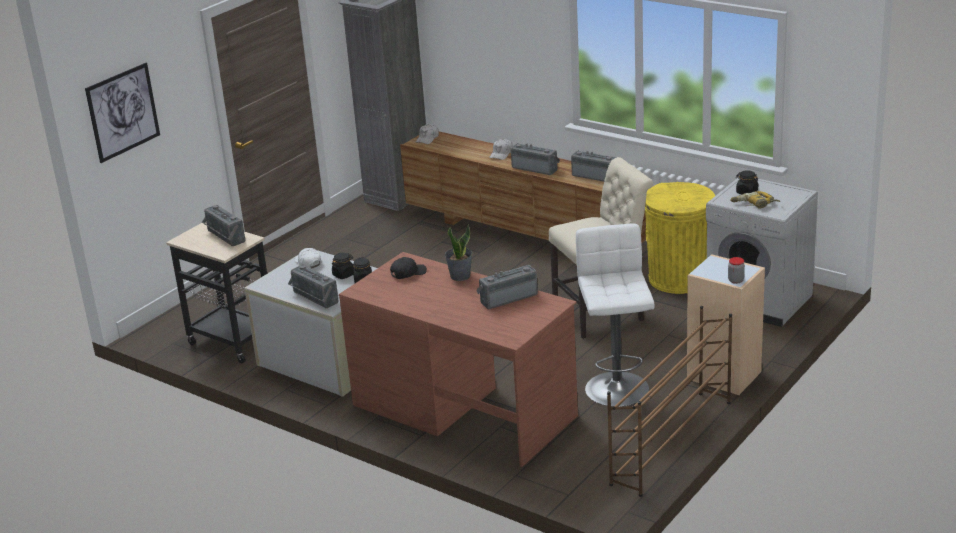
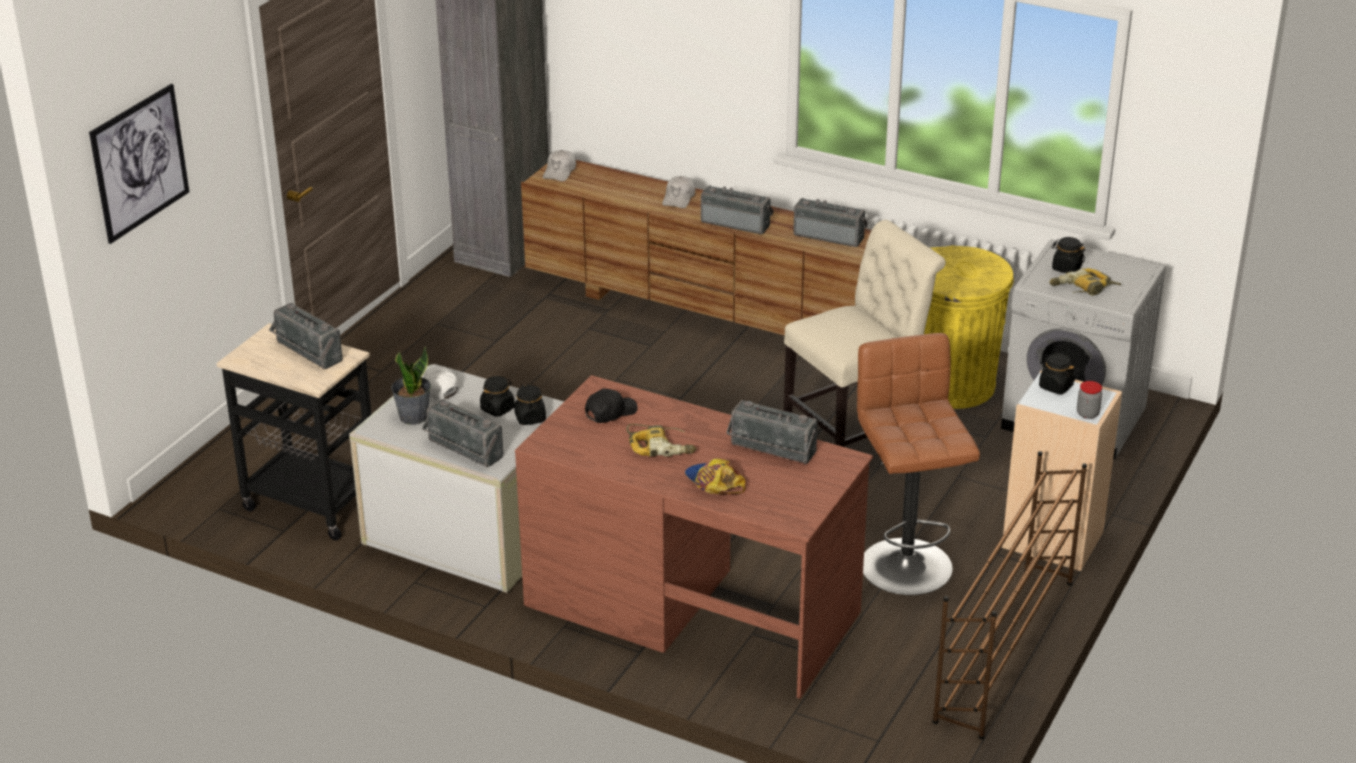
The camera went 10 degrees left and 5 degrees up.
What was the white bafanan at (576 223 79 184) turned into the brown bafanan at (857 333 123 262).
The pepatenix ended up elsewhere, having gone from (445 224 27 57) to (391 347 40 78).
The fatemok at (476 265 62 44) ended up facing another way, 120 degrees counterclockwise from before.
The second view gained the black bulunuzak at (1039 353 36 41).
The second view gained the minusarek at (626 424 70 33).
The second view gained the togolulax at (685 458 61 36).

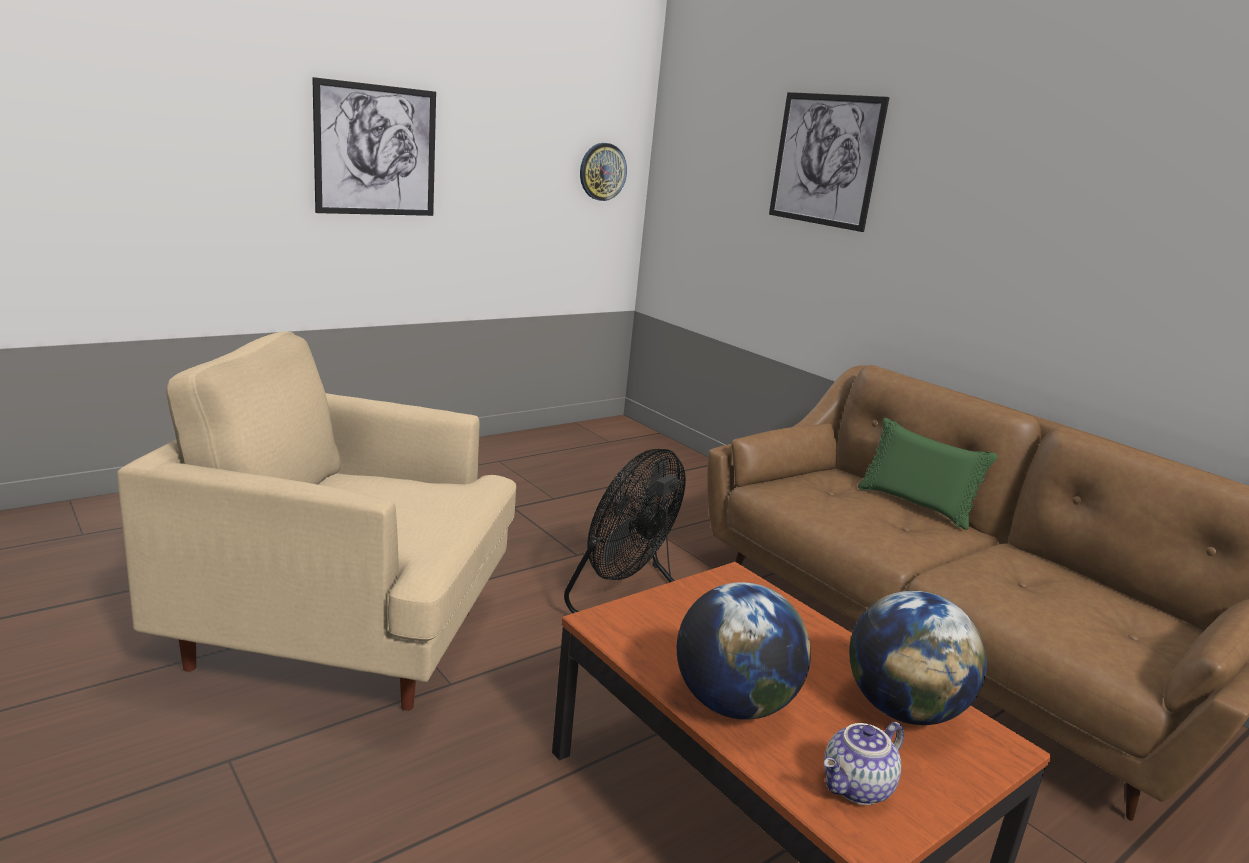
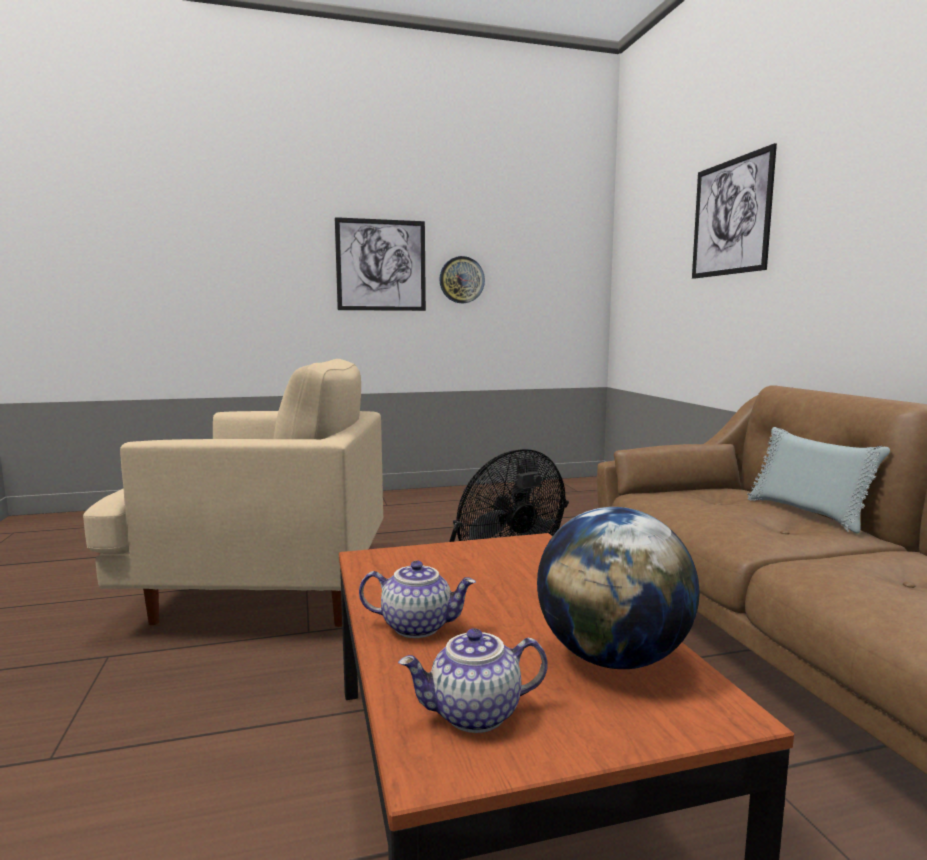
The camera went 25 degrees right and 10 degrees down.
The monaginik ended up elsewhere, having gone from (580 143 47 58) to (439 256 46 47).
The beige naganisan at (117 331 399 380) ended up facing another way, 150 degrees clockwise from before.
What was the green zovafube at (858 418 140 112) turned into the blue zovafube at (747 427 143 106).
Where the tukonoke stood at (677 582 134 138), the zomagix came to stand at (359 560 117 78).

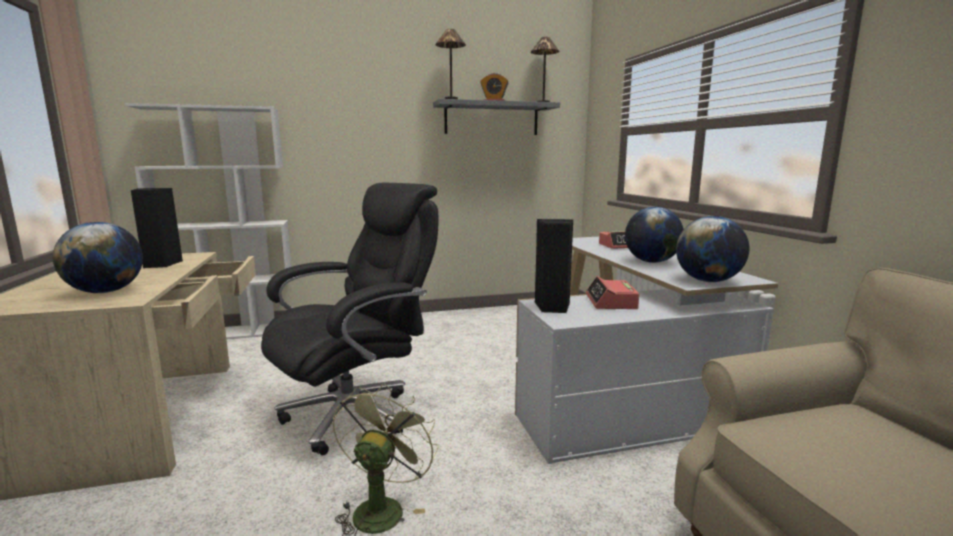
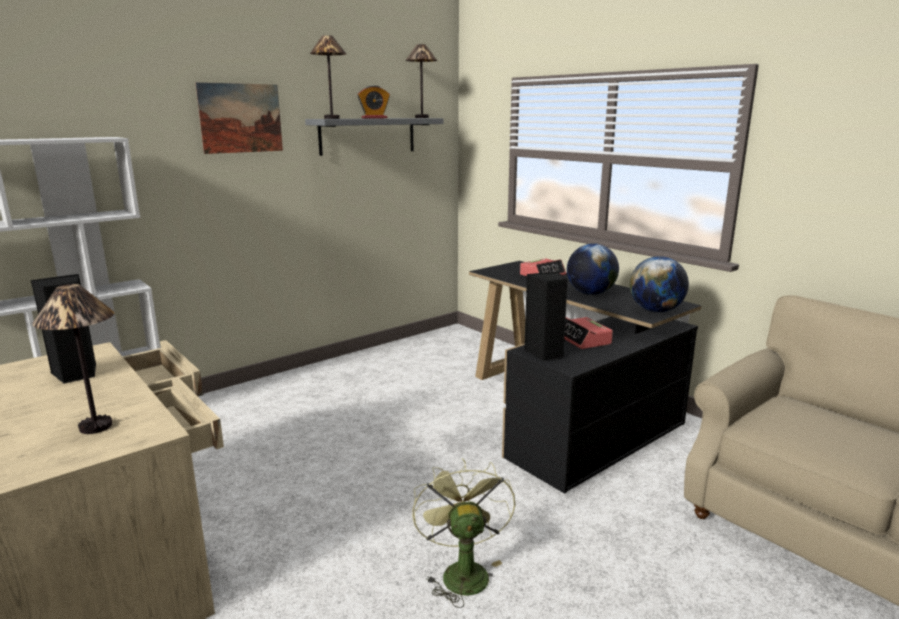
The camera went 25 degrees left and 5 degrees up.
The second view lost the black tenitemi at (261 183 177 272).
Where the tukonoke stood at (53 222 90 71), the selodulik came to stand at (32 284 82 150).
What was the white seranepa at (515 237 263 227) turned into the black seranepa at (469 261 232 233).
The second view gained the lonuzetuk at (195 82 88 72).

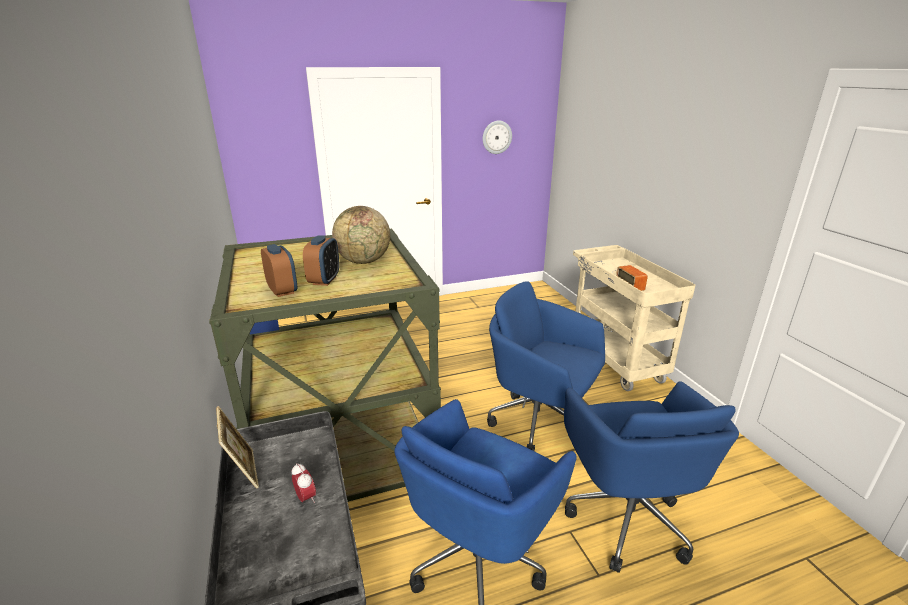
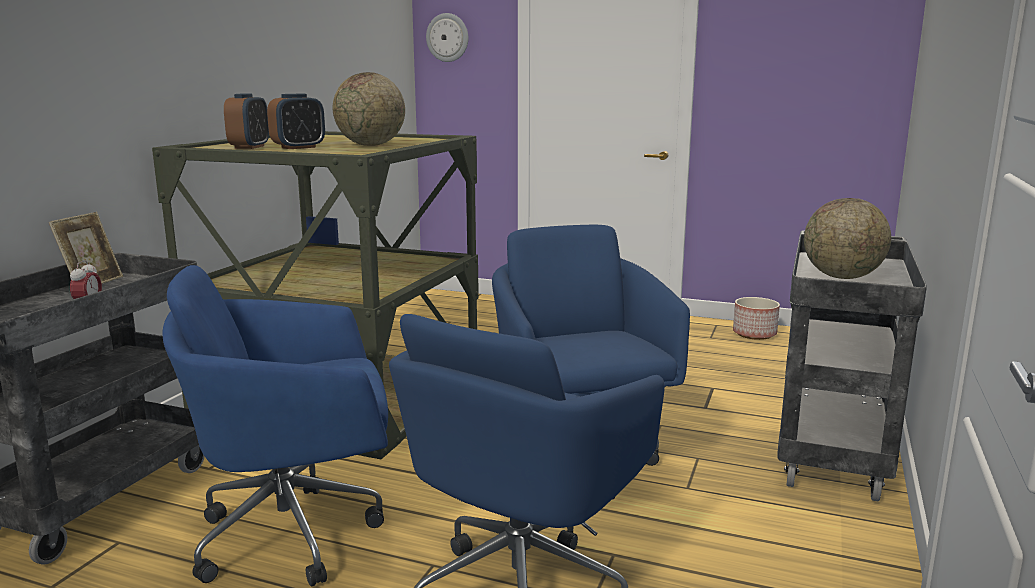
The camera went 40 degrees right and 10 degrees down.
The monaginik ended up elsewhere, having gone from (483 120 29 34) to (426 13 42 49).
What was the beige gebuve at (573 245 123 146) turned into the black gebuve at (777 230 150 271).
Where the fatemok stood at (612 265 36 26), the tukonoke came to stand at (804 198 87 81).
The second view gained the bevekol at (733 297 47 43).

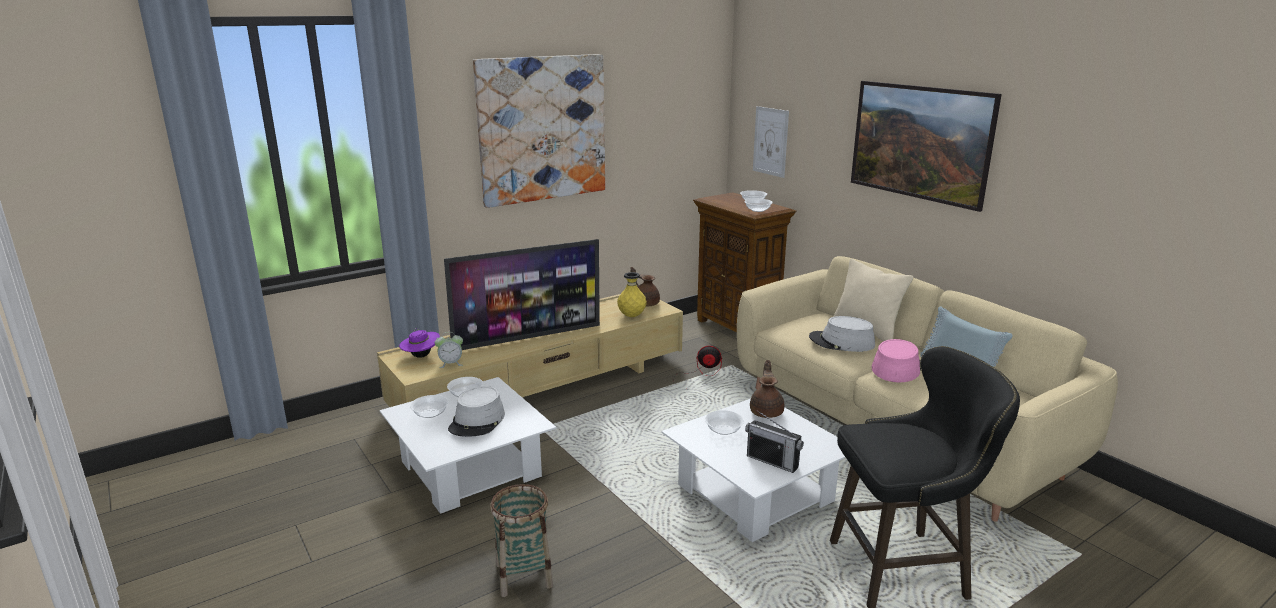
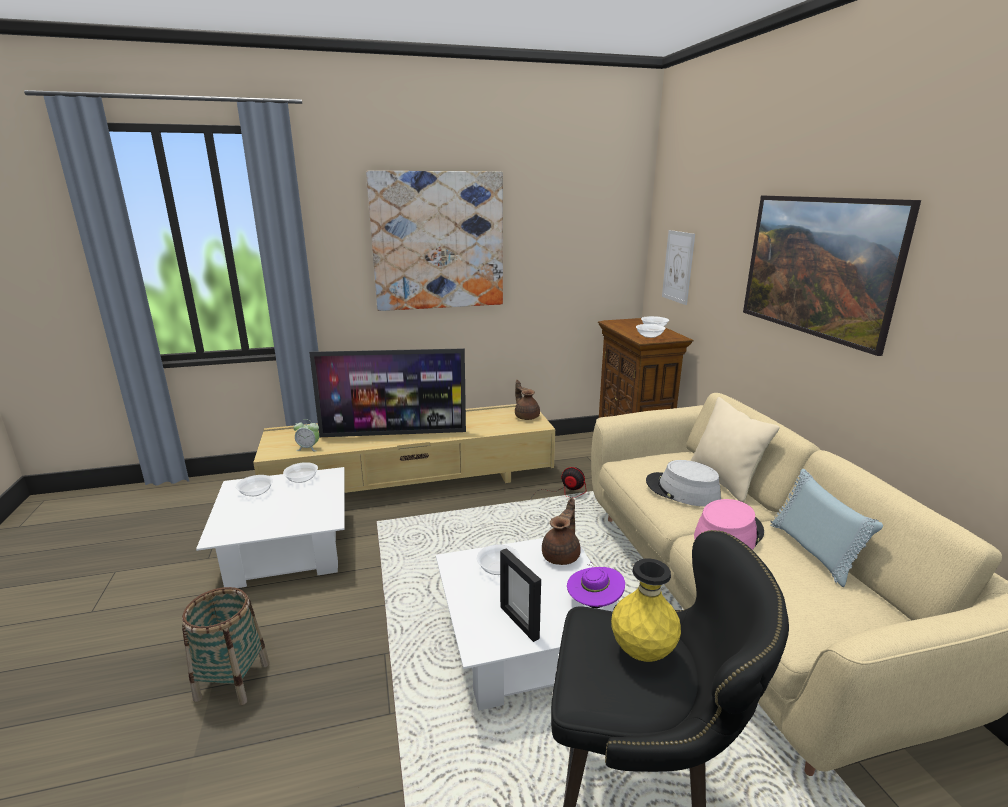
The camera went 20 degrees right and 0 degrees up.
The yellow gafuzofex ended up elsewhere, having gone from (617 272 30 45) to (611 558 70 104).
The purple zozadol ended up elsewhere, having gone from (399 328 41 30) to (567 561 58 47).
The second view lost the grey zozadol at (448 386 57 51).
Where the fatemok stood at (745 410 59 63), the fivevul came to stand at (500 548 41 94).

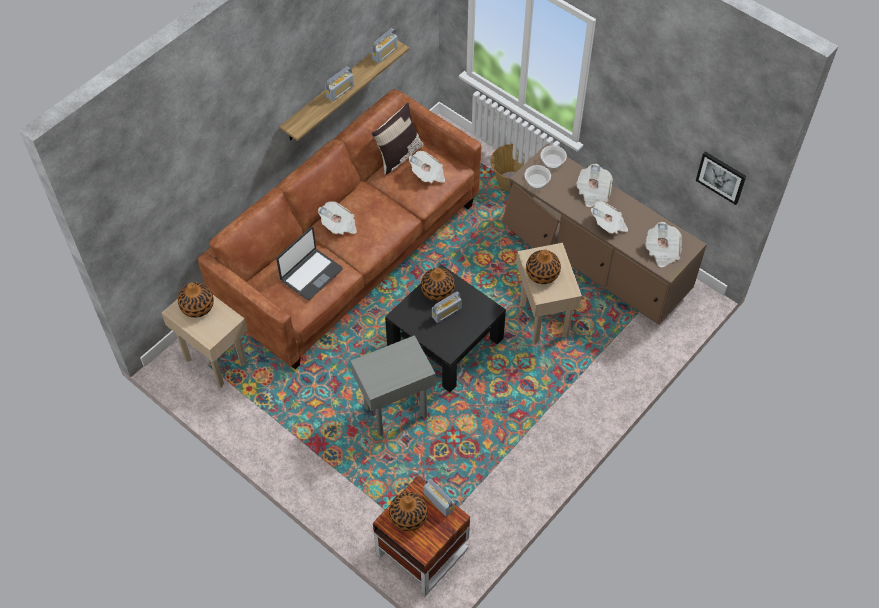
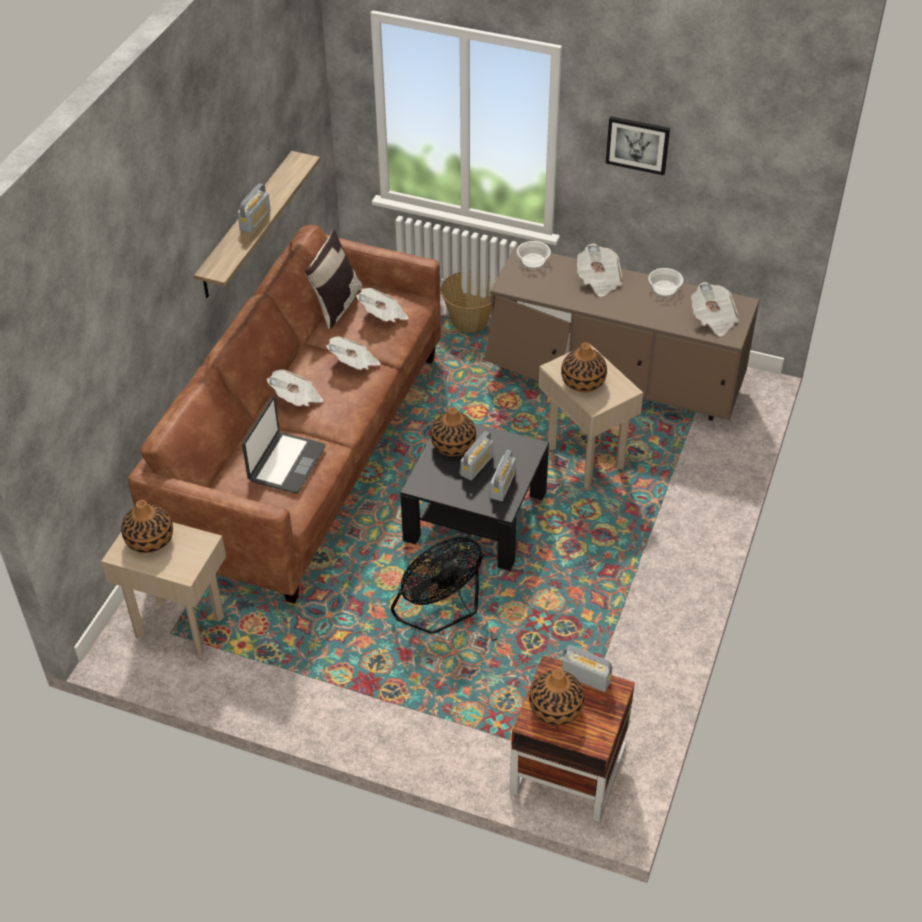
The camera went 20 degrees left and 10 degrees down.
The fatemok ended up elsewhere, having gone from (371 28 27 35) to (490 450 26 51).
The lonuzetuk ended up elsewhere, having gone from (696 152 50 53) to (606 116 64 59).
The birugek ended up elsewhere, having gone from (524 165 27 24) to (648 268 35 29).
The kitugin ended up elsewhere, having gone from (591 201 37 33) to (326 336 55 34).
Where the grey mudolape stood at (351 335 85 101), the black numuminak came to stand at (391 537 106 105).

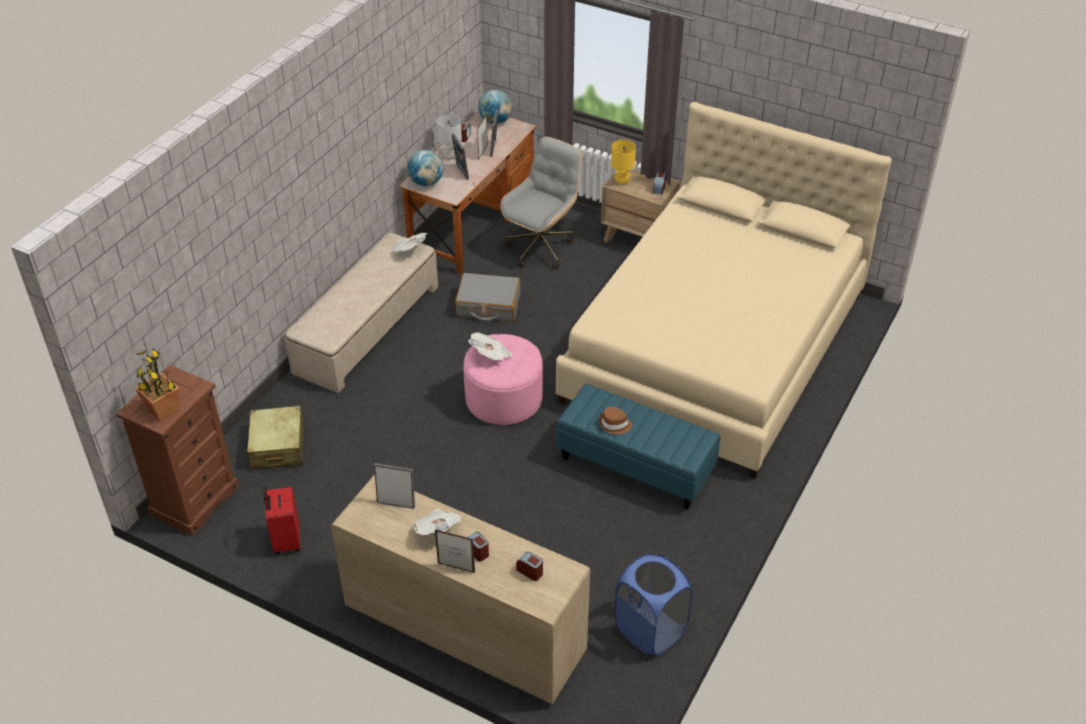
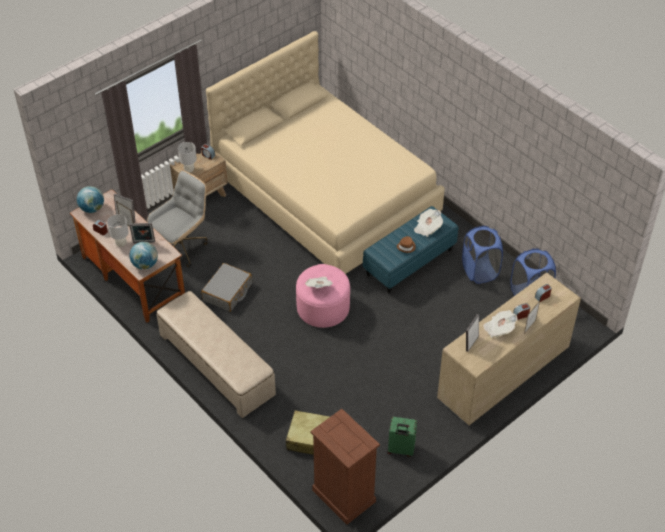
The camera went 70 degrees left and 5 degrees up.
The grey tenitemi at (501 137 80 133) ended up facing another way, 75 degrees clockwise from before.
What was the yellow selodulik at (611 140 25 44) turned into the grey selodulik at (178 142 19 31).
The kitugin ended up elsewhere, having gone from (391 233 36 19) to (414 209 29 28).
The second view lost the pepatenix at (135 349 44 72).
What was the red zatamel at (263 486 37 68) turned into the green zatamel at (388 417 29 40).
The second view gained the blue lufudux at (462 226 41 58).

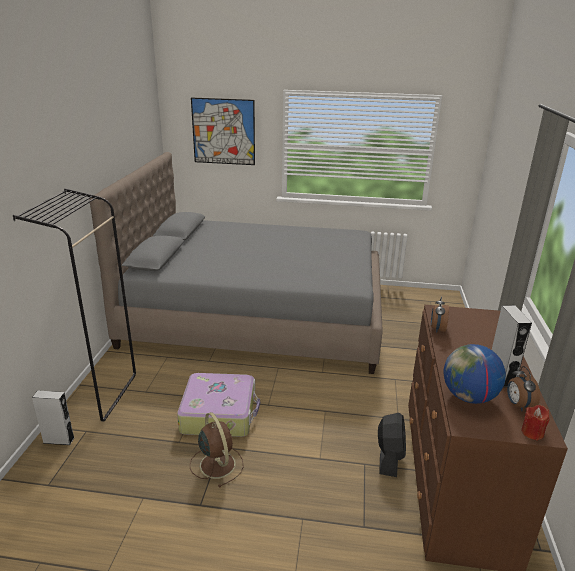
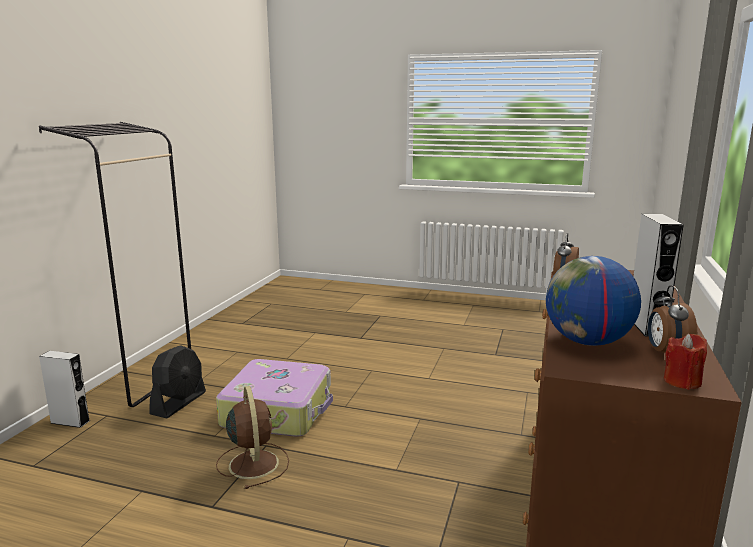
The camera went 10 degrees right and 10 degrees down.
The second view lost the lonuzetuk at (191 97 64 68).
The second view lost the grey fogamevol at (89 152 294 222).
The black numuminak ended up elsewhere, having gone from (378 413 28 64) to (150 345 56 74).

